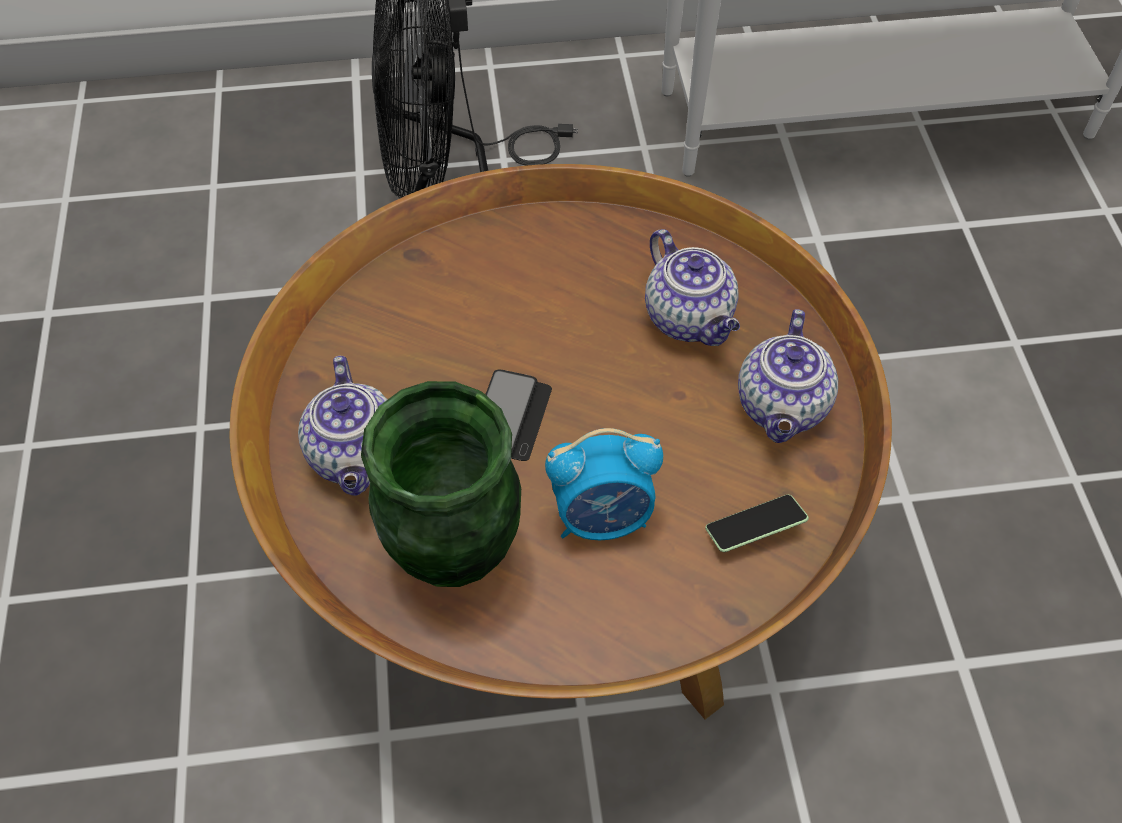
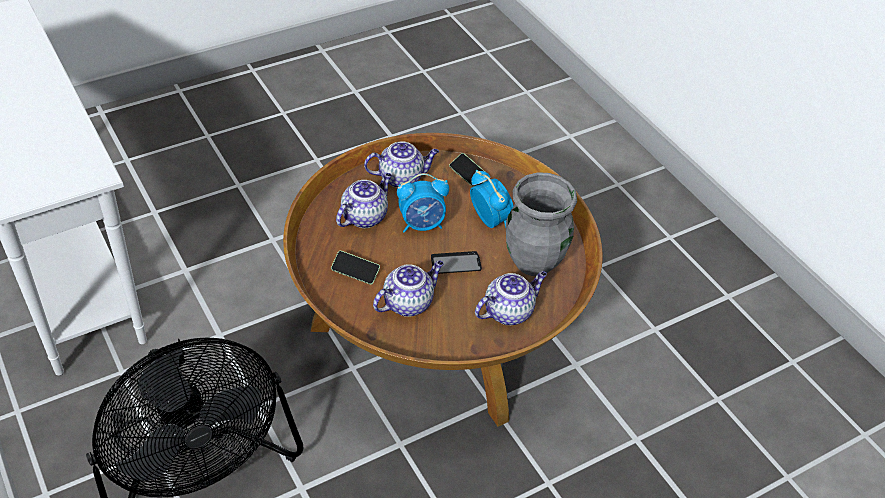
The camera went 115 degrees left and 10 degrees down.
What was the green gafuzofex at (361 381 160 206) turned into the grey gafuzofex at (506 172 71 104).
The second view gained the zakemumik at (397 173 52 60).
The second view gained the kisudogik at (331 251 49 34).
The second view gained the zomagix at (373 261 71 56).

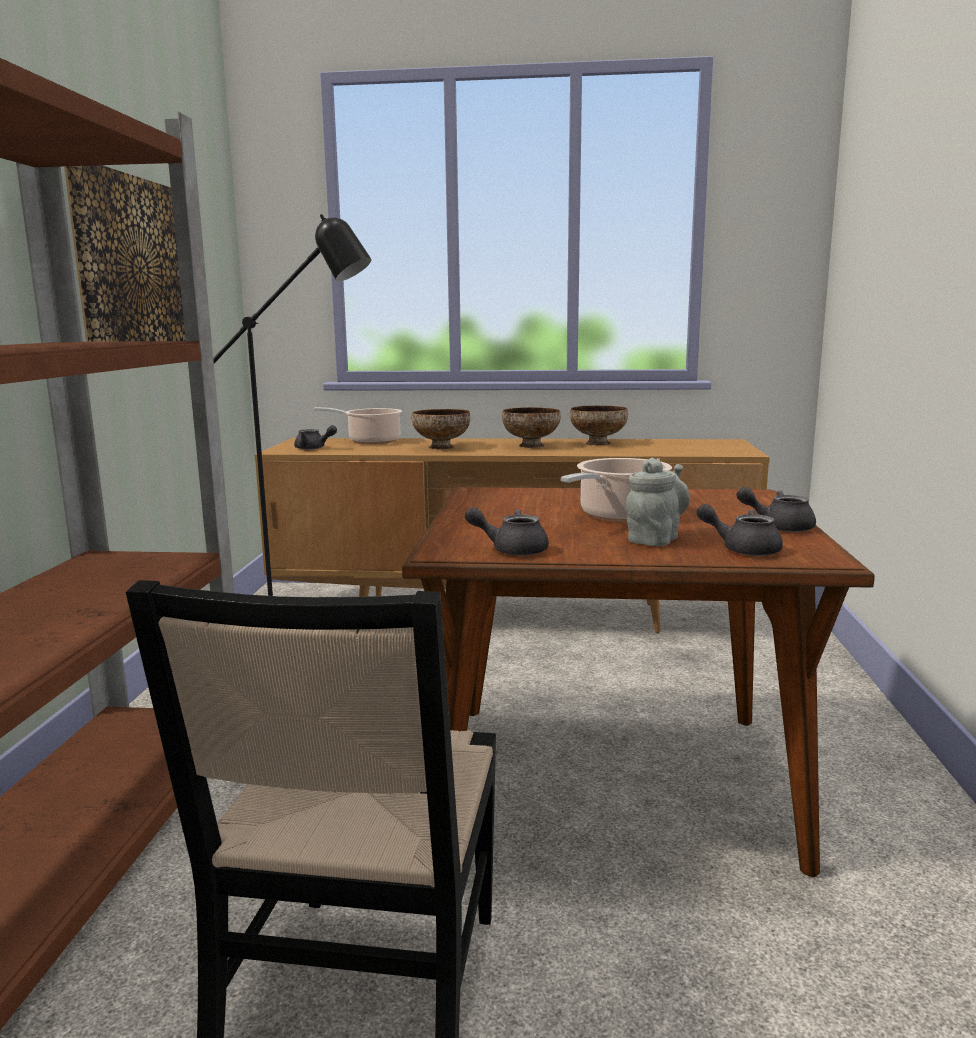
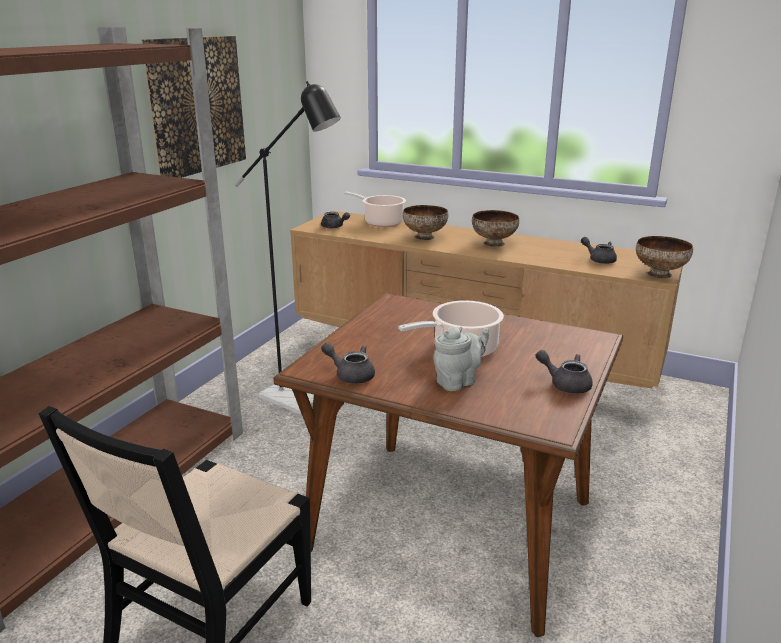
The camera went 20 degrees right and 10 degrees up.
The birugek ended up elsewhere, having gone from (570 405 58 40) to (636 236 57 42).
The grey zomagix ended up elsewhere, having gone from (696 504 87 52) to (581 237 36 27).

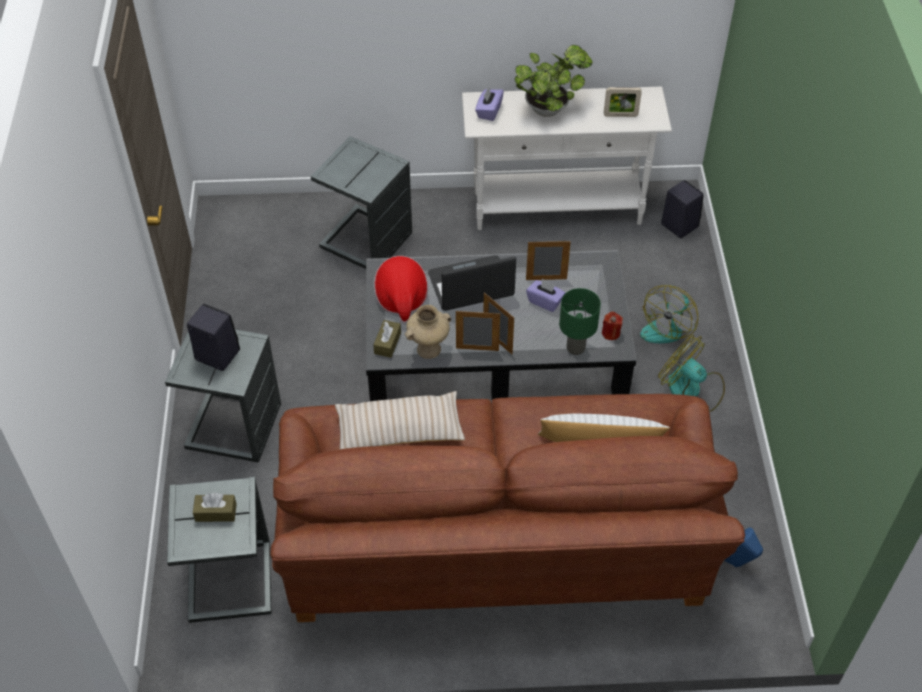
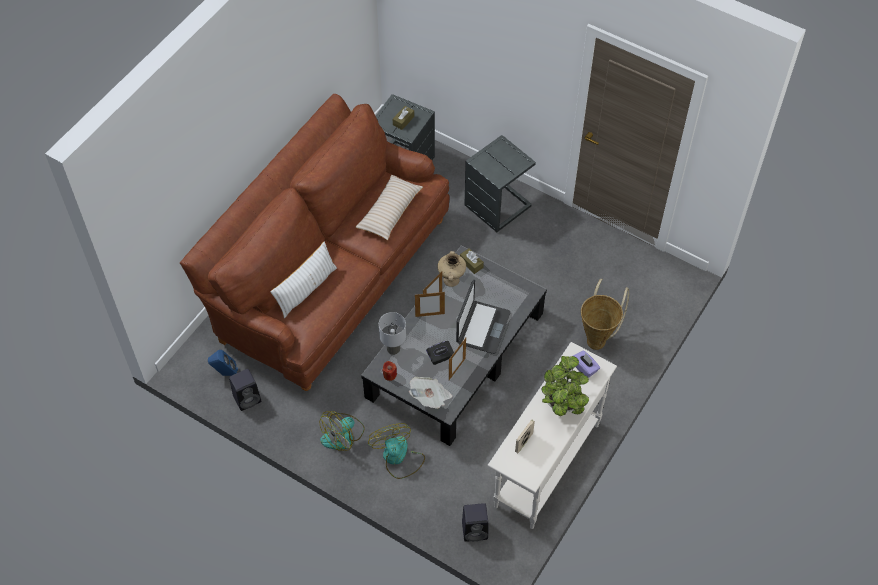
The camera went 125 degrees right and 5 degrees up.
Where the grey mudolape stood at (311 136 101 133), the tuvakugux came to stand at (581 279 48 71).
The second view lost the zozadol at (373 256 55 69).
What was the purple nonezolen at (526 279 39 33) turned into the black nonezolen at (426 341 28 24).
What was the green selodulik at (559 288 42 67) turned into the white selodulik at (379 312 27 43).
The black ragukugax ended up elsewhere, having gone from (187 304 53 67) to (229 369 32 42).
The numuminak at (658 335 67 77) ended up facing another way, 150 degrees clockwise from before.
The second view gained the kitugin at (409 377 43 32).

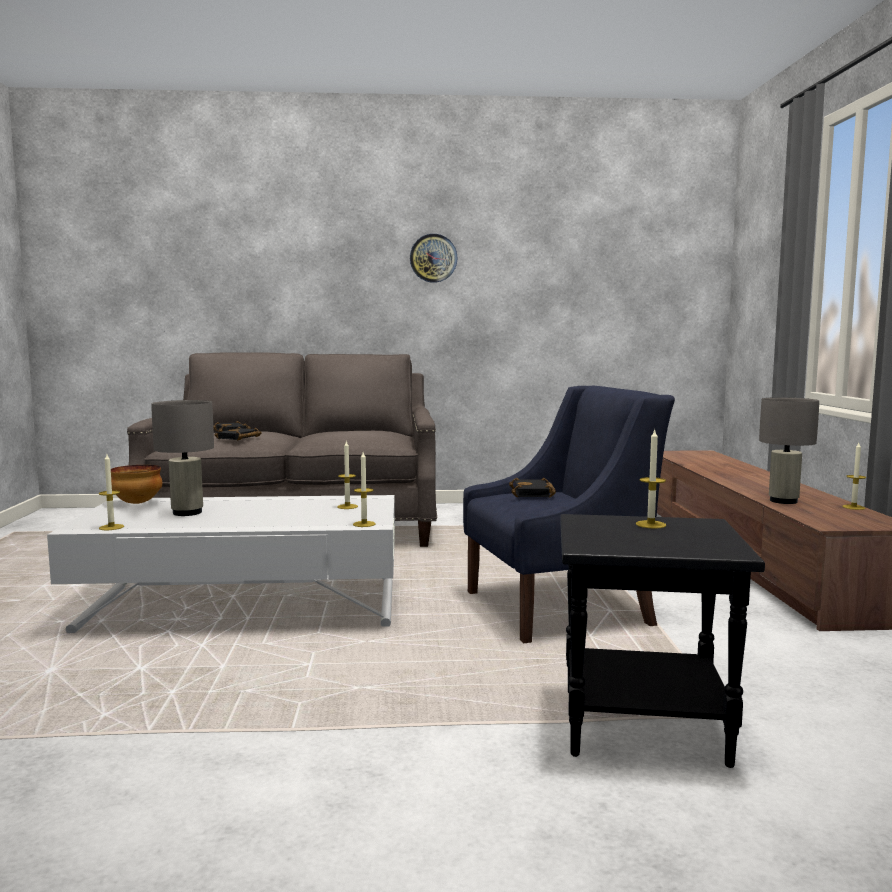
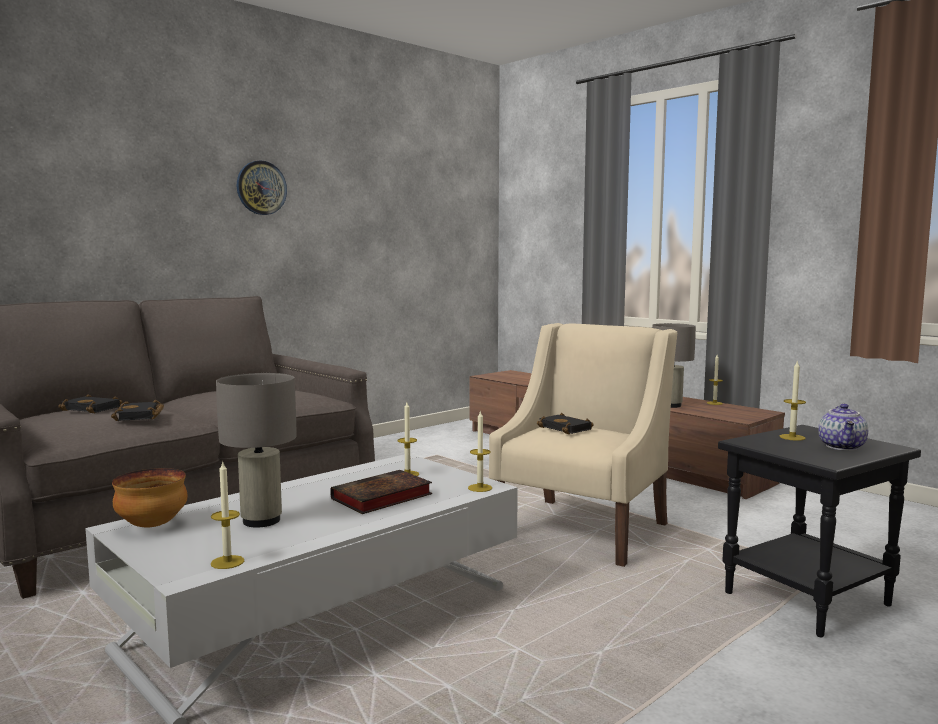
The camera went 40 degrees left and 0 degrees up.
What was the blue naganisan at (463 386 212 257) turned into the beige naganisan at (489 323 188 244).
The second view gained the zomagix at (818 404 50 47).
The second view gained the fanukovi at (330 470 102 44).

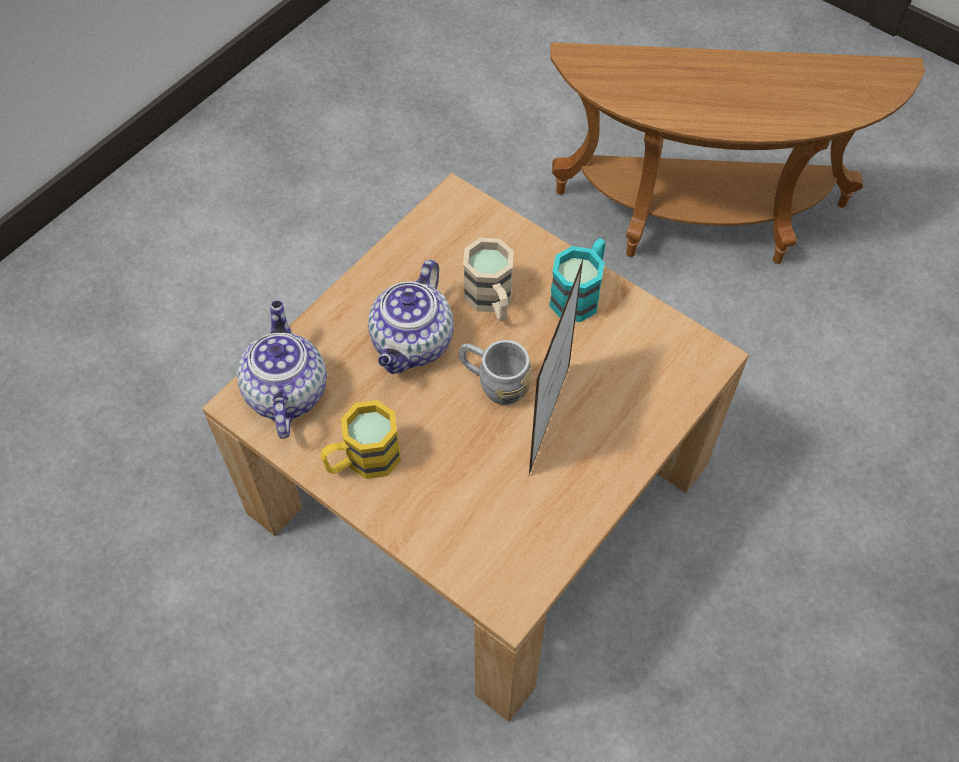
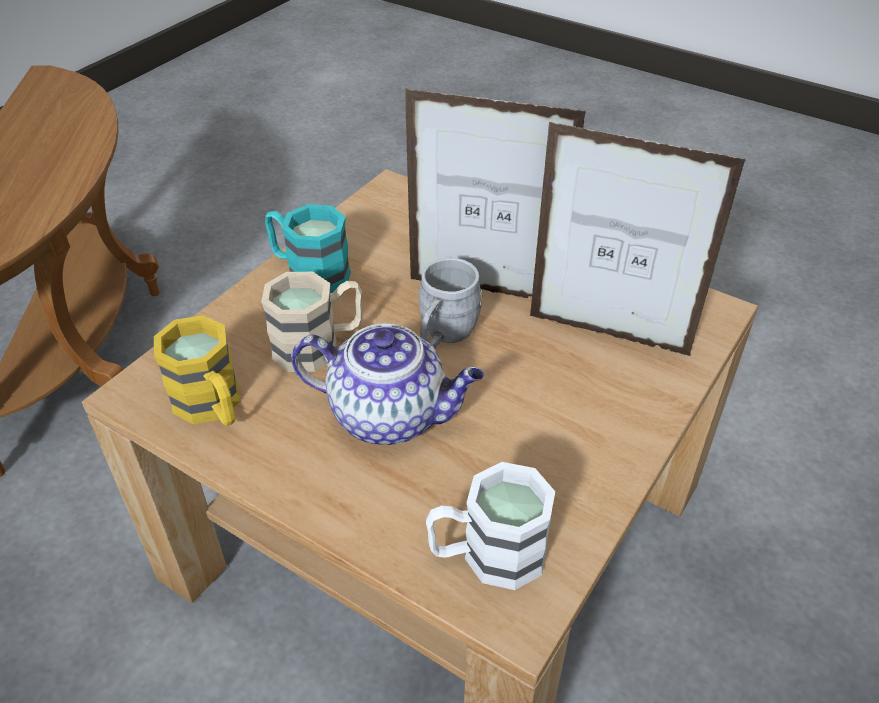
The camera went 95 degrees left and 15 degrees down.
Where the zomagix stood at (237 301 90 138), the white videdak came to stand at (426 462 129 128).
The yellow videdak ended up elsewhere, having gone from (320 400 81 79) to (154 315 86 111).
The second view gained the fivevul at (530 122 216 234).

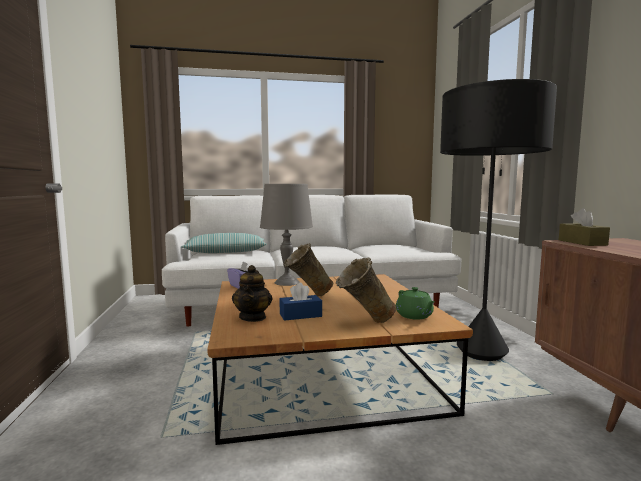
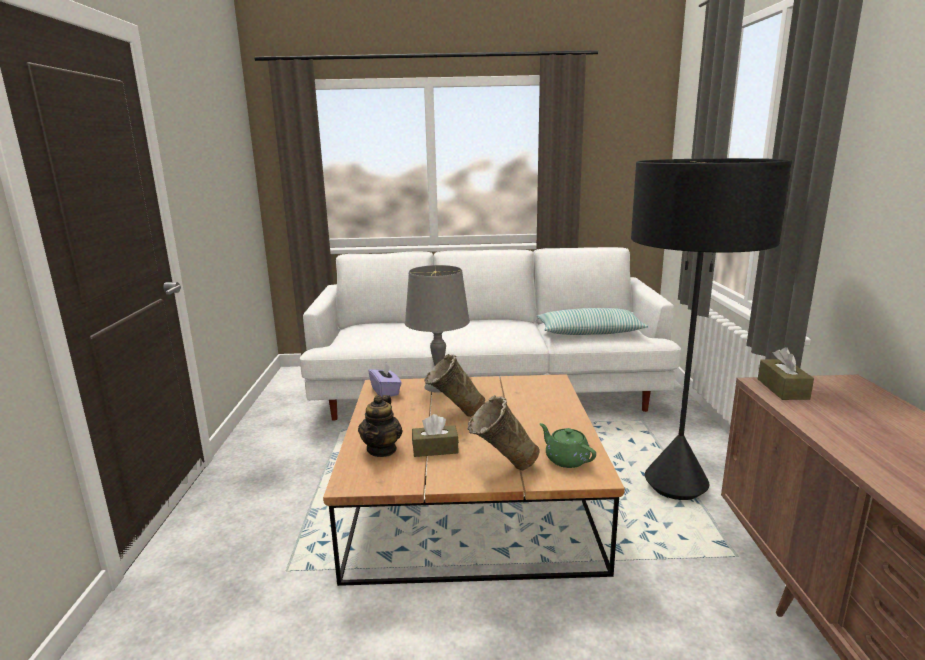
The camera went 10 degrees right and 10 degrees up.
The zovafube ended up elsewhere, having gone from (182 233 85 20) to (537 308 111 27).
What was the blue nonezolen at (280 283 42 38) turned into the brown nonezolen at (412 414 47 43).
The green zomagix at (396 287 38 33) ended up facing another way, 150 degrees clockwise from before.

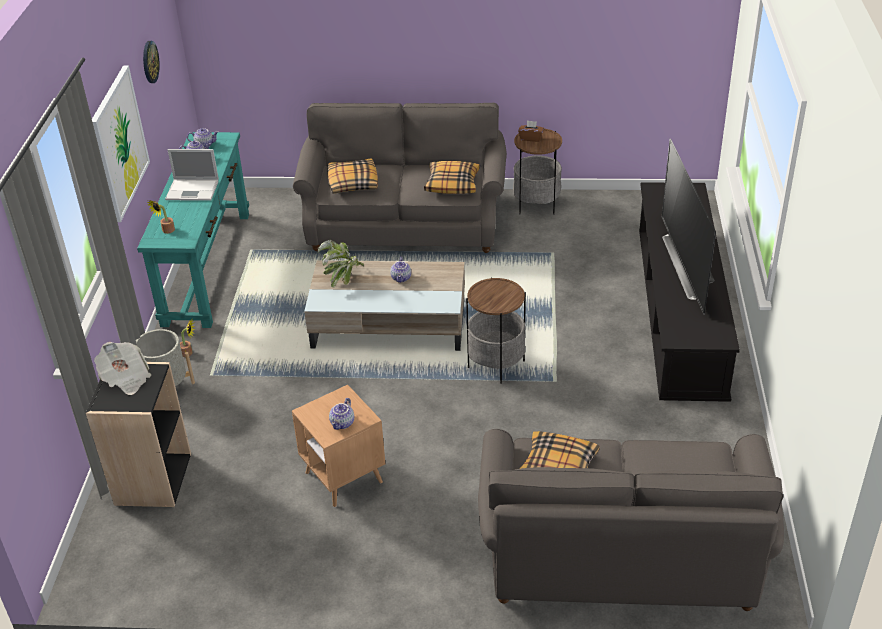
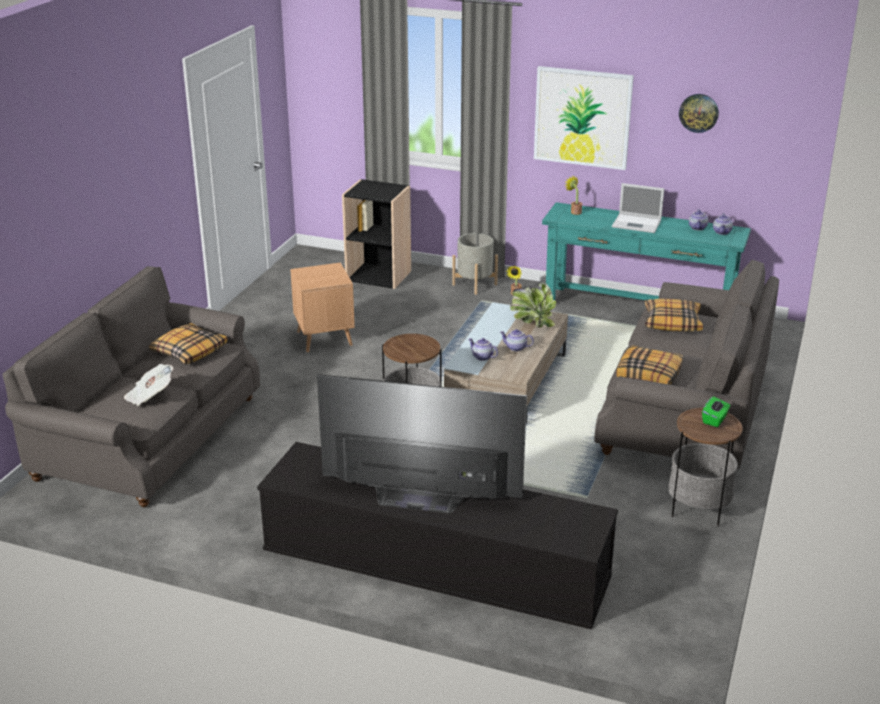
The camera went 105 degrees right and 10 degrees down.
What was the brown nonezolen at (518 120 26 22) turned into the green nonezolen at (702 396 28 31).
The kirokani at (165 149 54 52) ended up facing another way, 90 degrees counterclockwise from before.
The kitugin ended up elsewhere, having gone from (94 342 57 53) to (124 364 49 42).
The zomagix ended up elsewhere, having gone from (329 398 25 32) to (469 338 29 23).

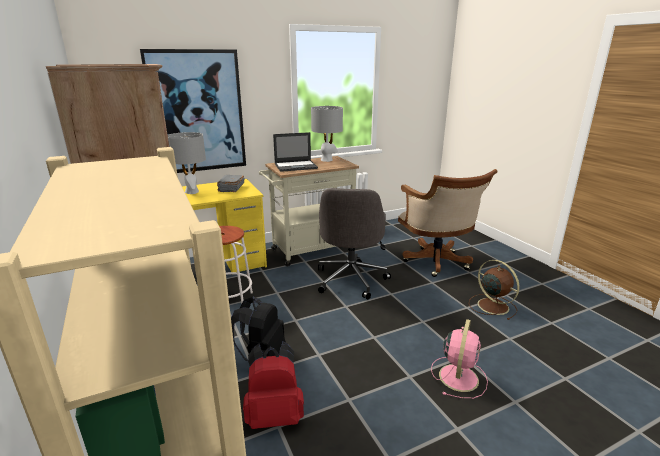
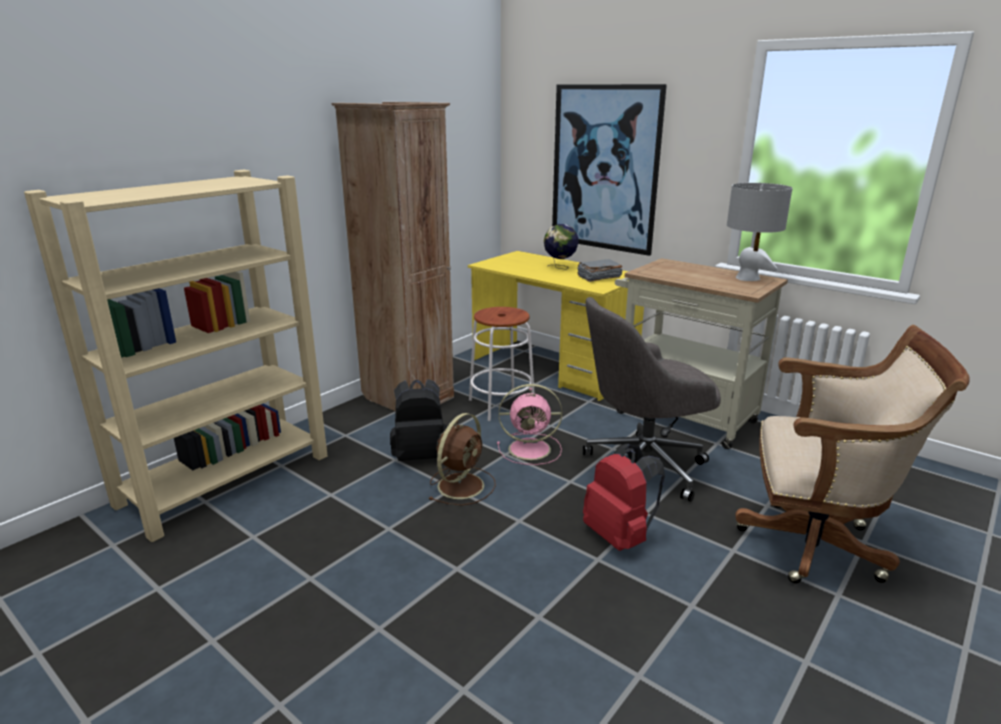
The camera went 65 degrees right and 0 degrees up.
Where the grey selodulik stood at (168 132 38 62), the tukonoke came to stand at (544 224 35 46).
The second view lost the kirokani at (273 132 45 40).
The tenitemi at (398 169 100 108) ended up facing another way, 120 degrees counterclockwise from before.
The brown numuminak ended up elsewhere, having gone from (469 260 50 60) to (428 413 68 93).
The pink numuminak ended up elsewhere, having gone from (431 319 57 80) to (497 384 65 81).
The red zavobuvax ended up elsewhere, having gone from (243 341 61 88) to (583 444 82 107).

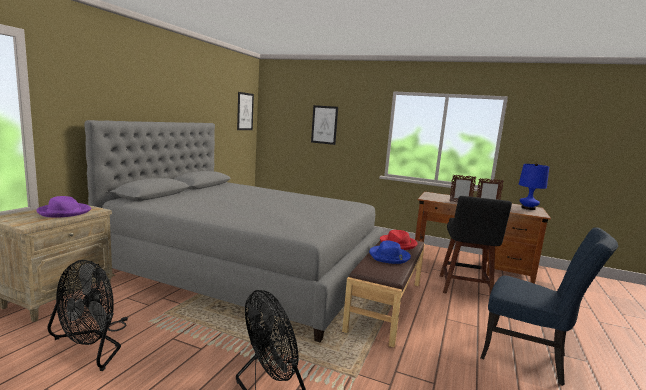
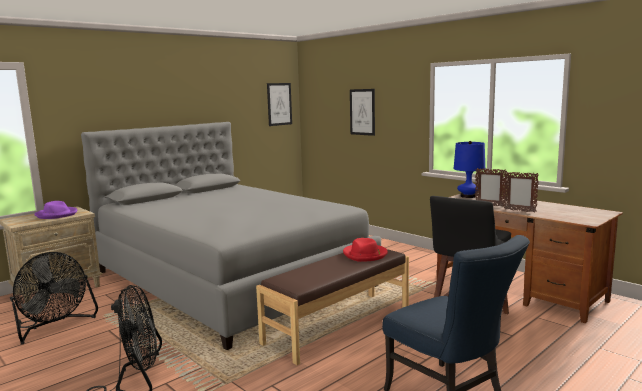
The camera went 25 degrees right and 0 degrees up.
The blue selodulik ended up elsewhere, having gone from (519 163 30 47) to (454 141 31 57).
The second view lost the blue zozadol at (369 240 42 24).
The black numuminak at (47 260 81 111) ended up facing another way, 105 degrees counterclockwise from before.

